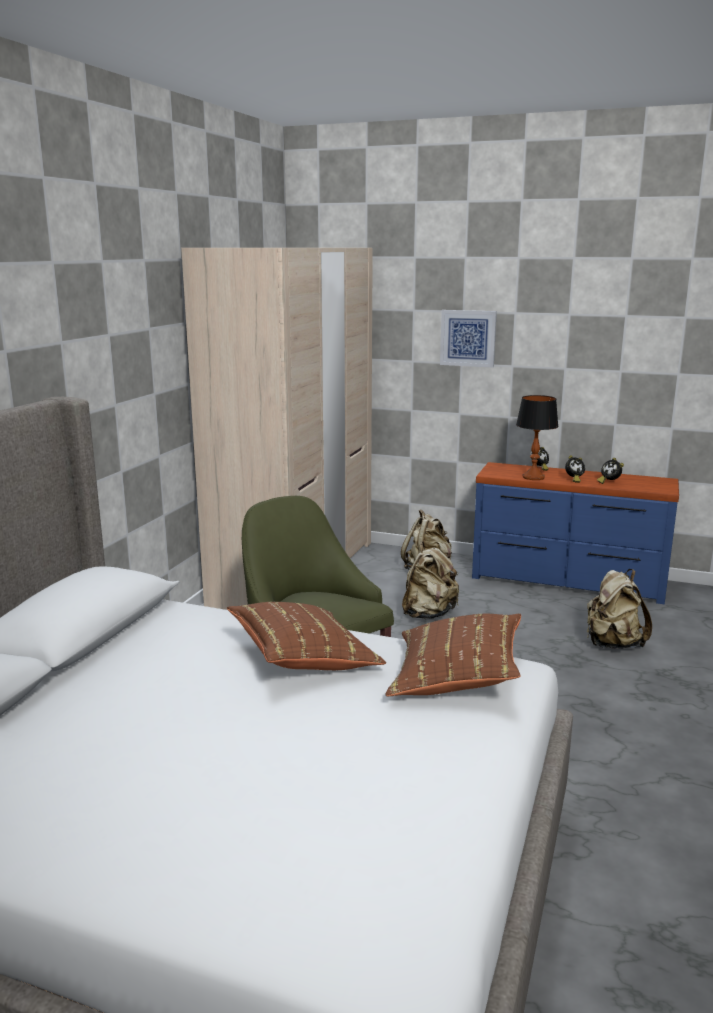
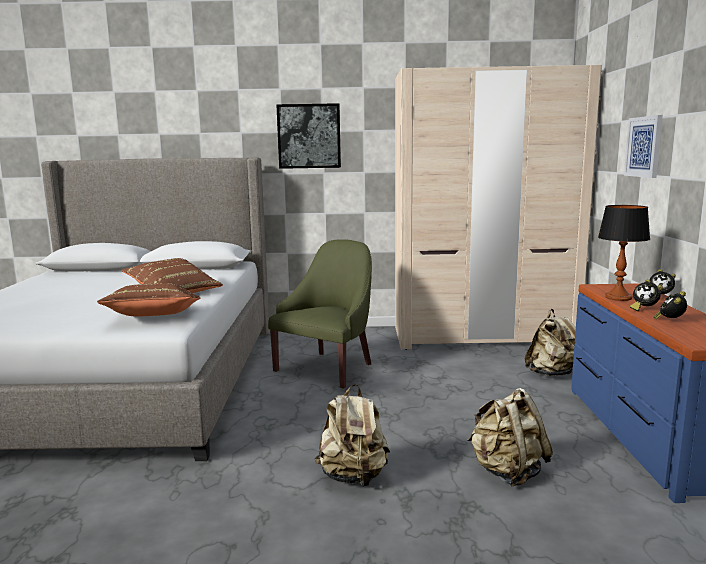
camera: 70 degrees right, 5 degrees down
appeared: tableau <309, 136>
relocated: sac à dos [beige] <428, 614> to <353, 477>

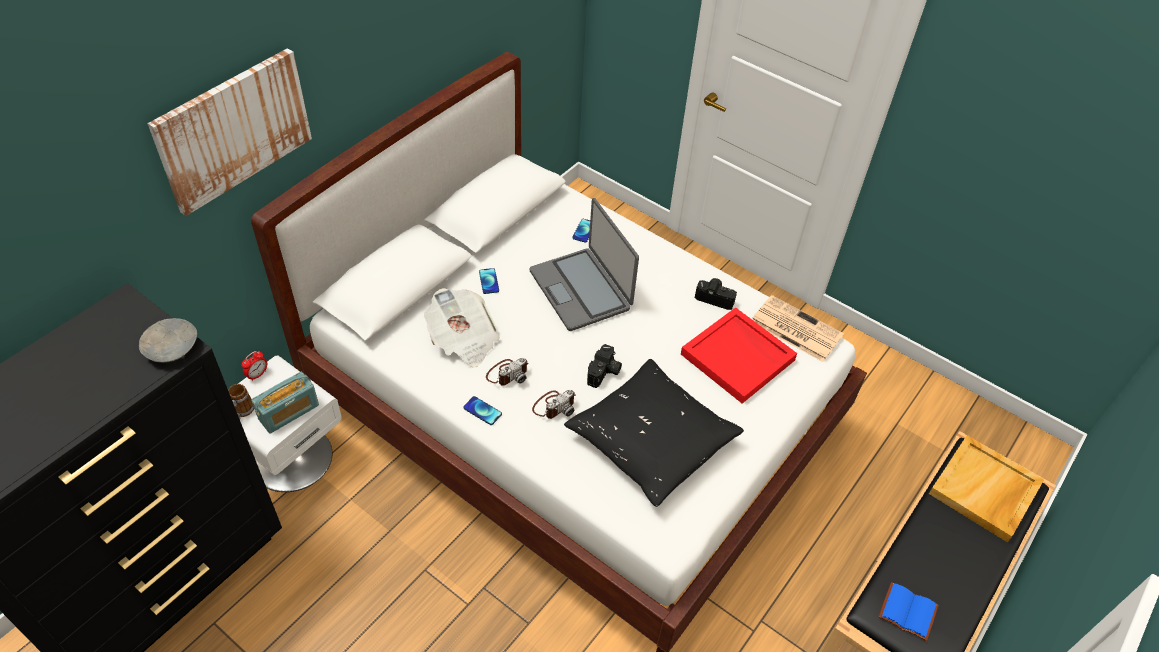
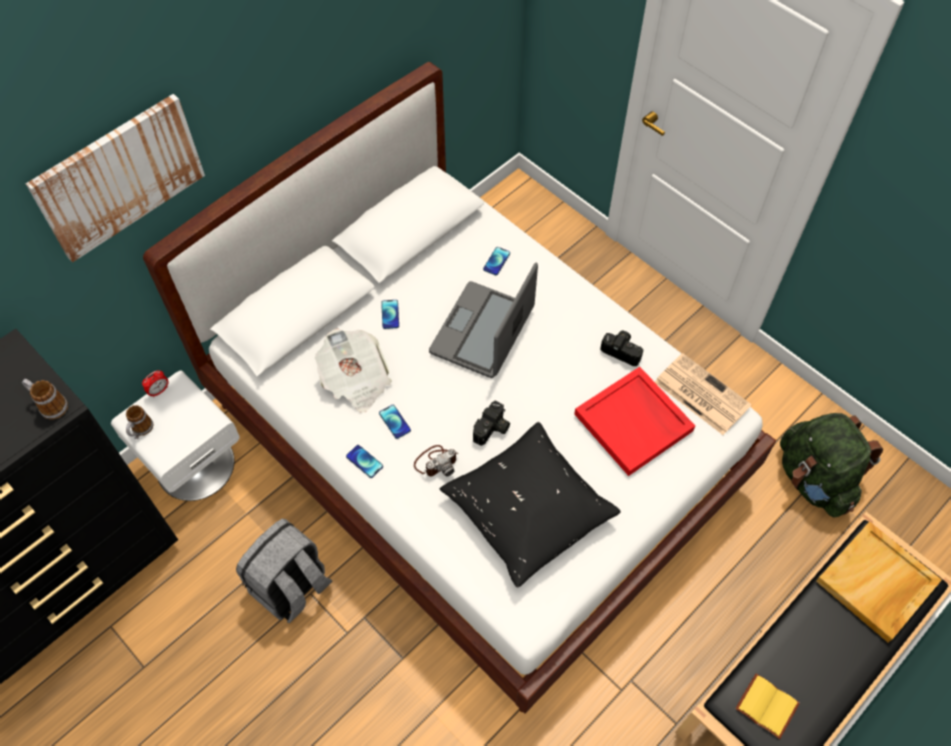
camera: 10 degrees right, 10 degrees up
missing: radio <289, 412>
appeared: sac à dos [gris] <291, 587>; sac à dos [vert] <814, 479>
exchanged: bol [gris] <171, 348> to mug <50, 405>; appareil photo <507, 373> to téléphone <394, 422>
colour: livre [bleu] <906, 613> to livre [jaune] <765, 707>
spun: ordinateur portable <581, 289> = <483, 331> 45 degrees clockwise

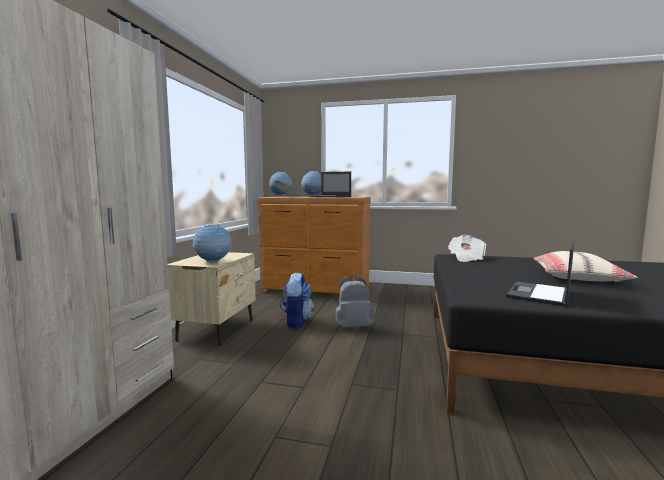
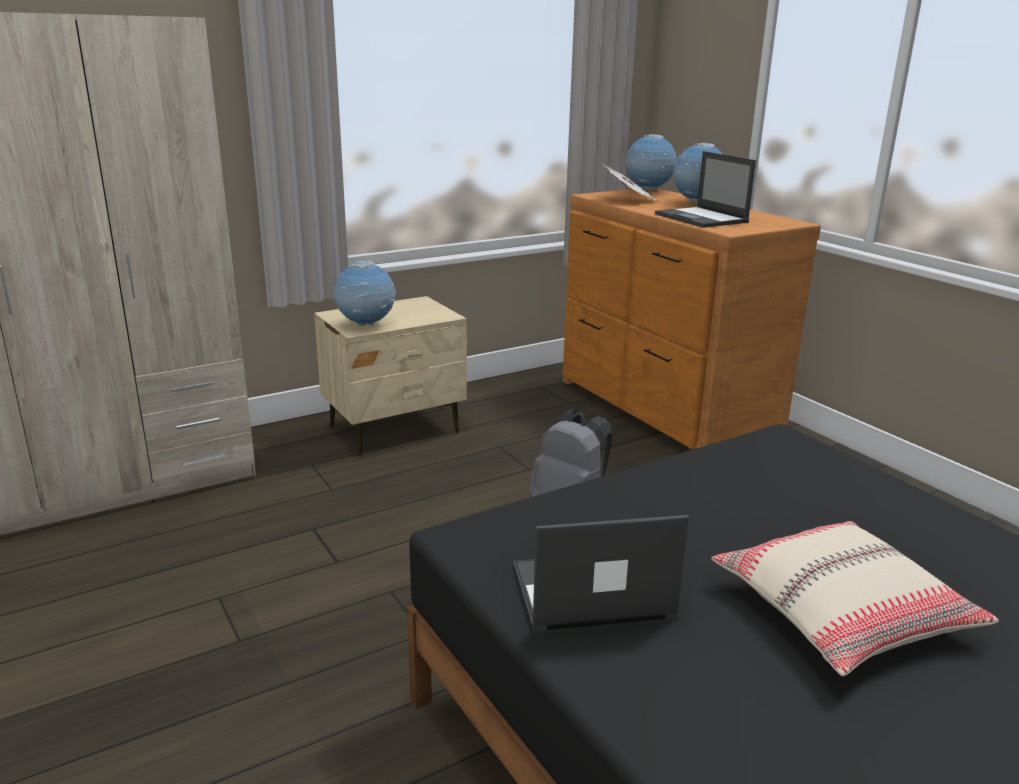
camera: 45 degrees right, 15 degrees up
missing: sac à dos <296, 322>; journal <466, 258>

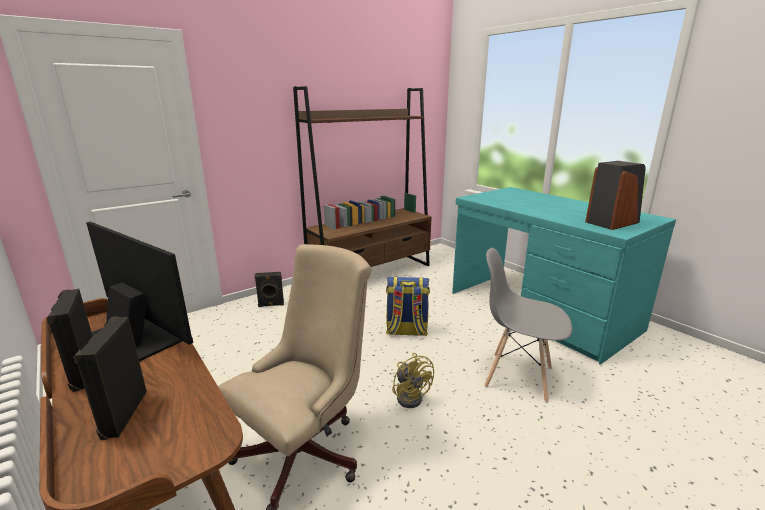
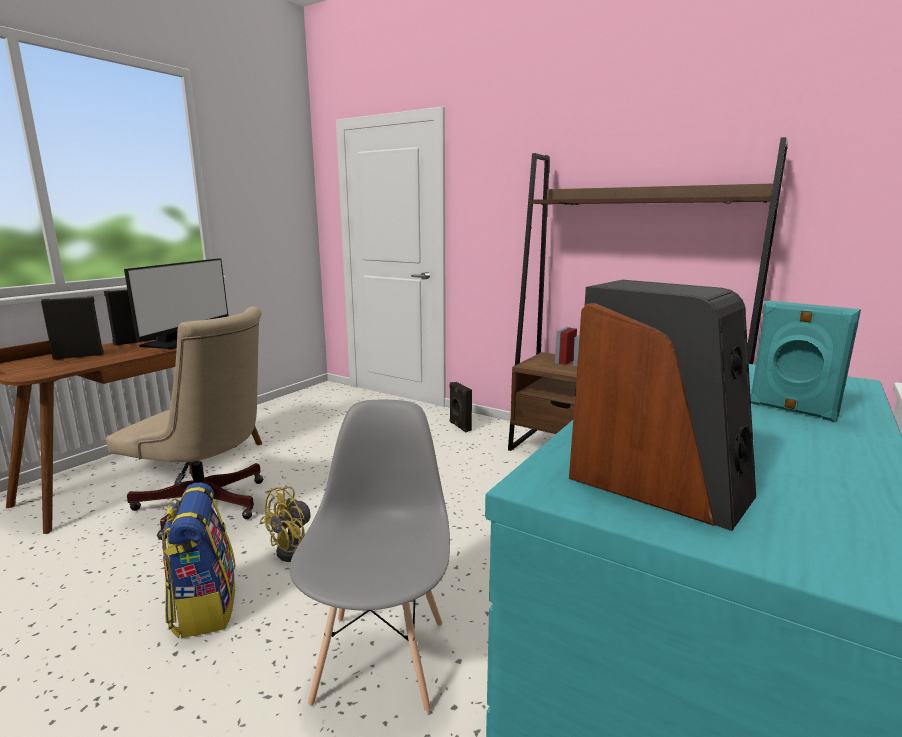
camera: 70 degrees right, 5 degrees down
appeared: enceinte [turquoise] <791, 410>
relocated: sac à dos <406, 331> to <204, 607>

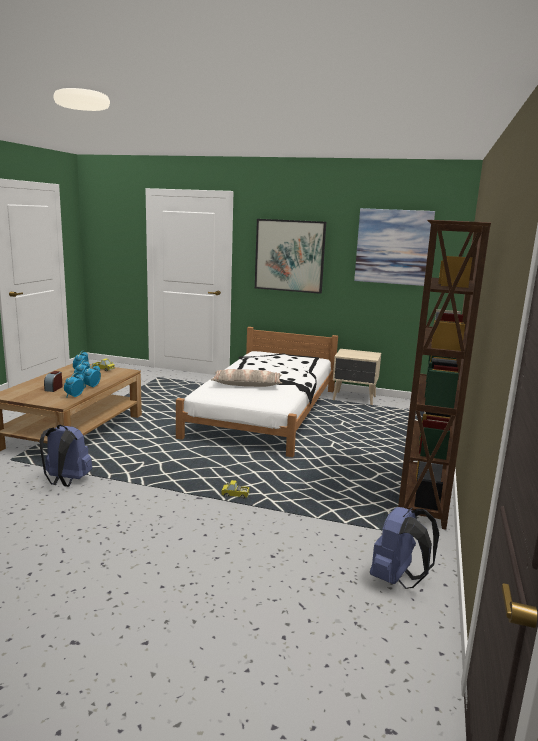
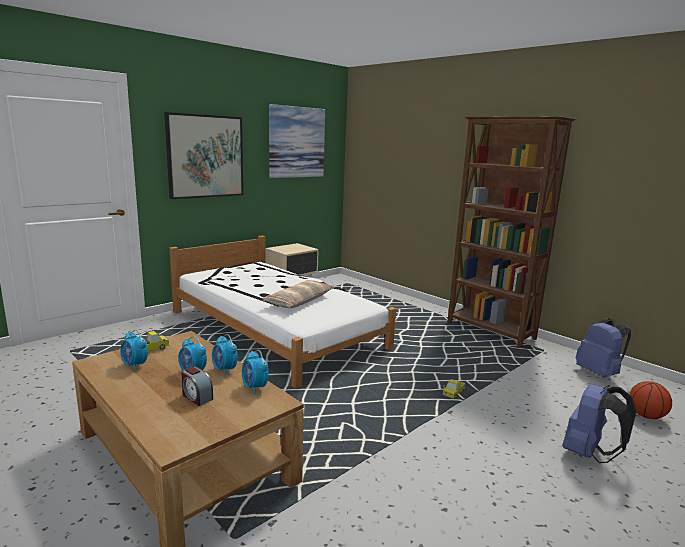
camera: 60 degrees left, 0 degrees up
appeared: ballon de basket <646, 416>
relocated: sac à dos [bleu] <66, 481> to <589, 454>

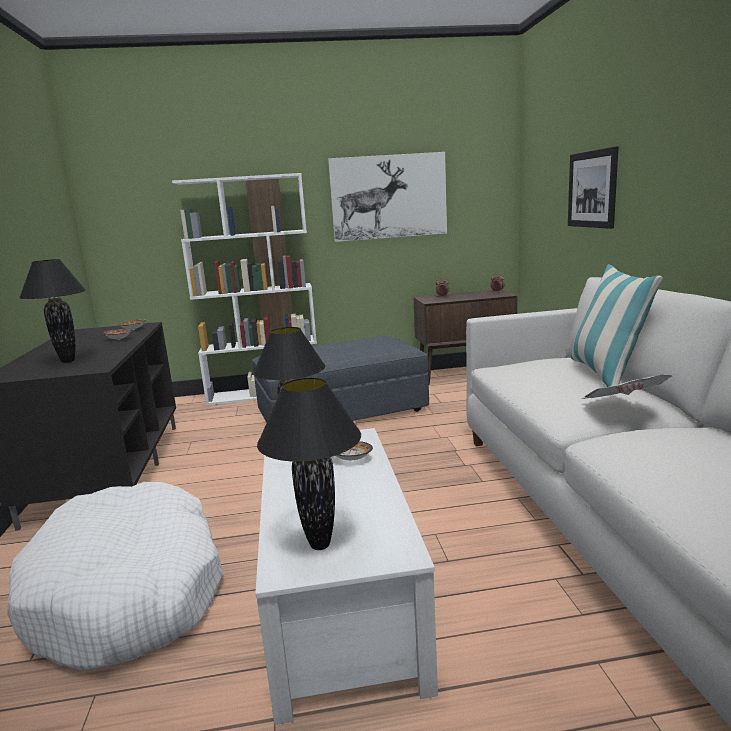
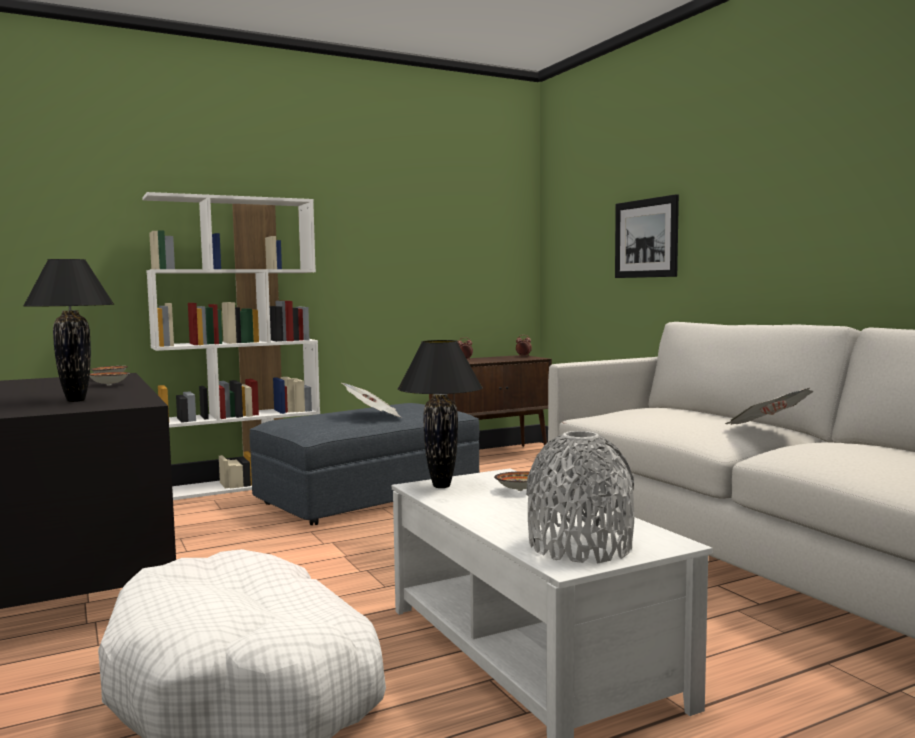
camera: 20 degrees left, 10 degrees down
missing: tableau <388, 197>; coussin <606, 373>
appeared: journal <373, 416>
exchanged: lampe de table [noir] <321, 545> to vase [gris] <580, 546>

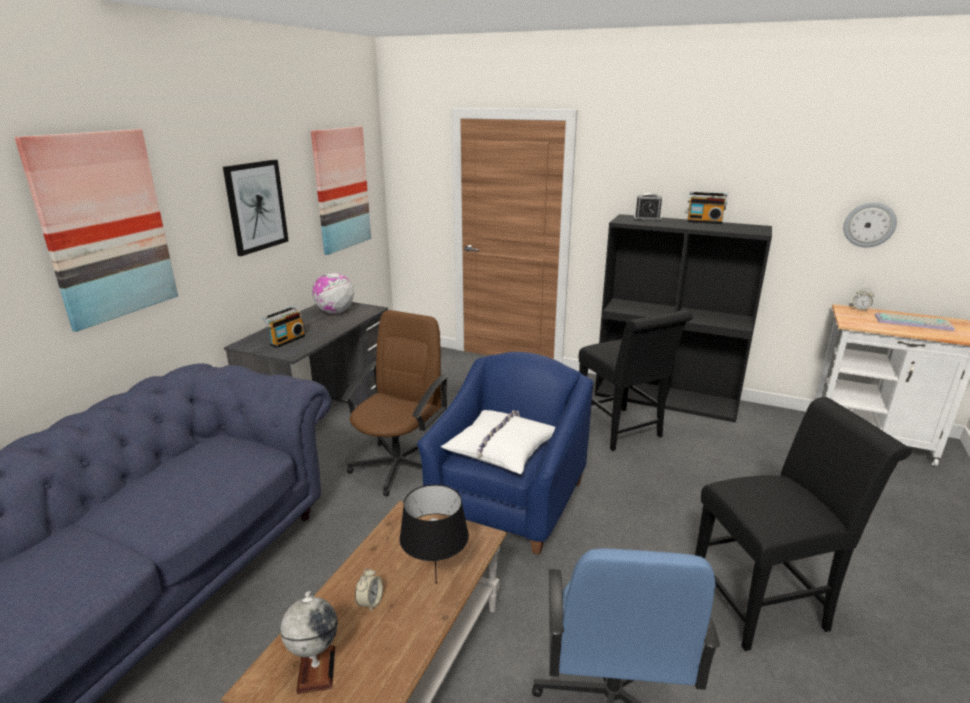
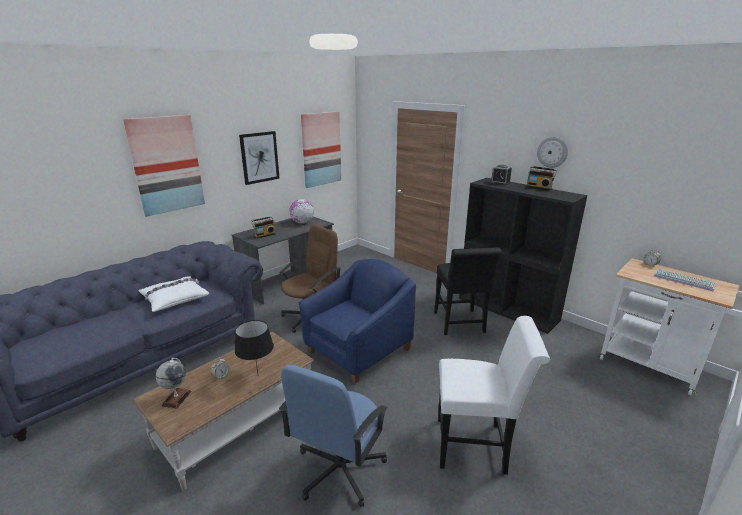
camera: 20 degrees right, 0 degrees up
relocated: coussin [blanc] <501, 448> to <175, 298>; horloge murale <869, 224> to <552, 152>
colour: chaise [noir] <766, 601> to chaise [blanc] <477, 446>

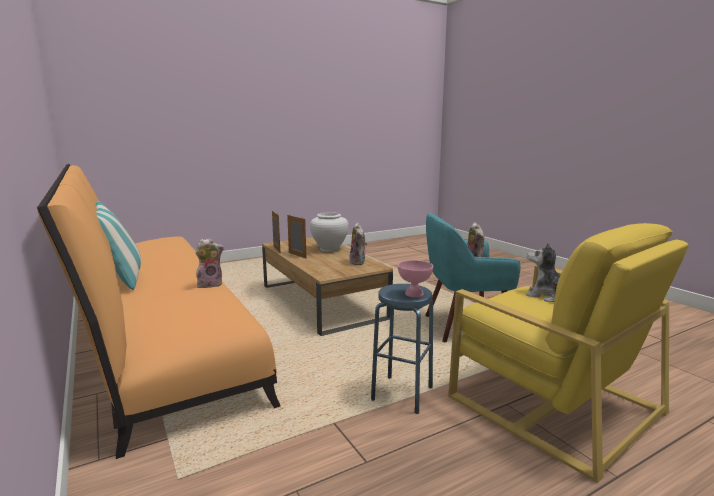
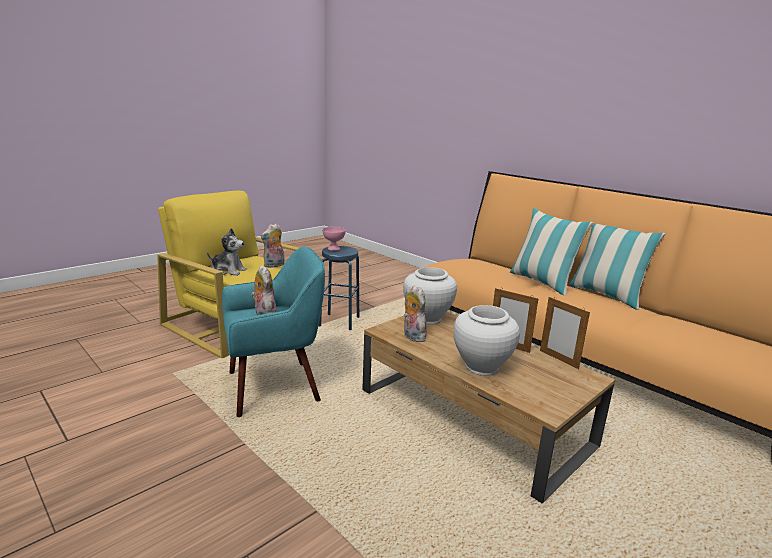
camera: 165 degrees right, 5 degrees up
appeared: vase [blanc] <427, 318>; coussin <542, 282>
relocated: peluche <210, 285> to <274, 265>

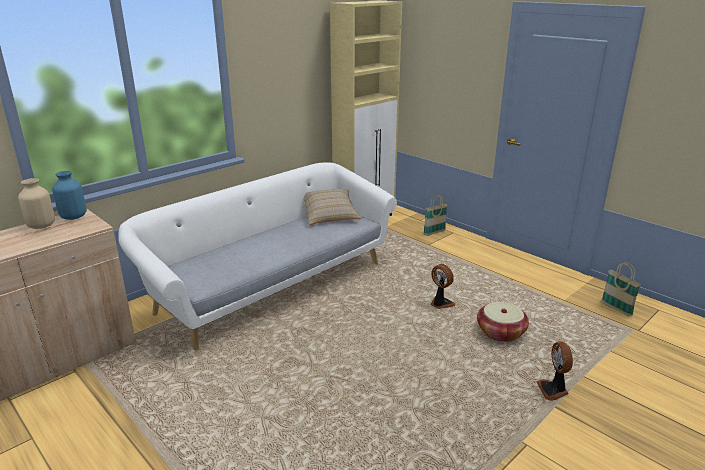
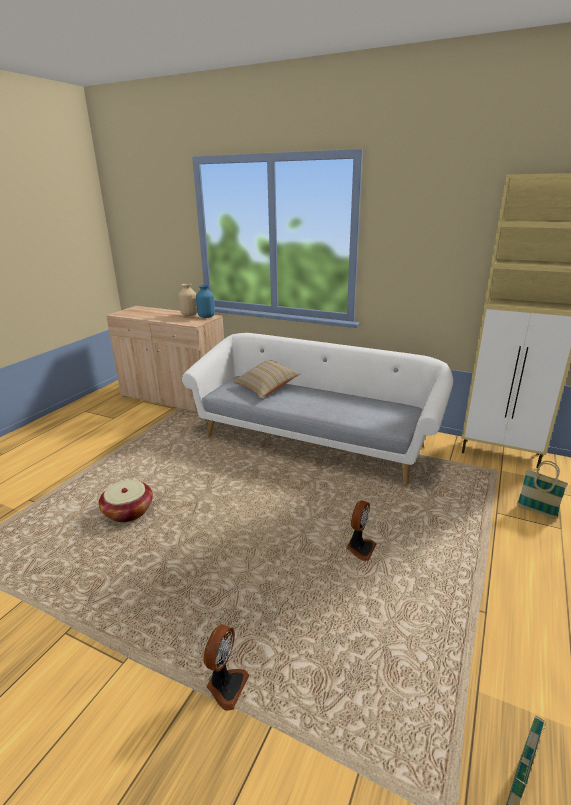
camera: 70 degrees right, 0 degrees up
relocated: panier <500, 332> to <128, 511>; coussin [beige] <329, 216> to <266, 387>
spun: ventilateur <553, 390> = <226, 685> 135 degrees clockwise

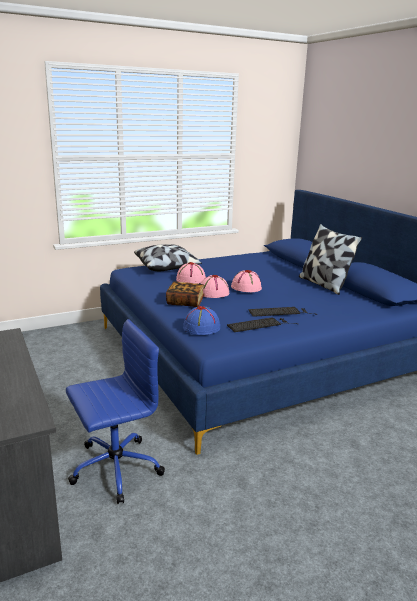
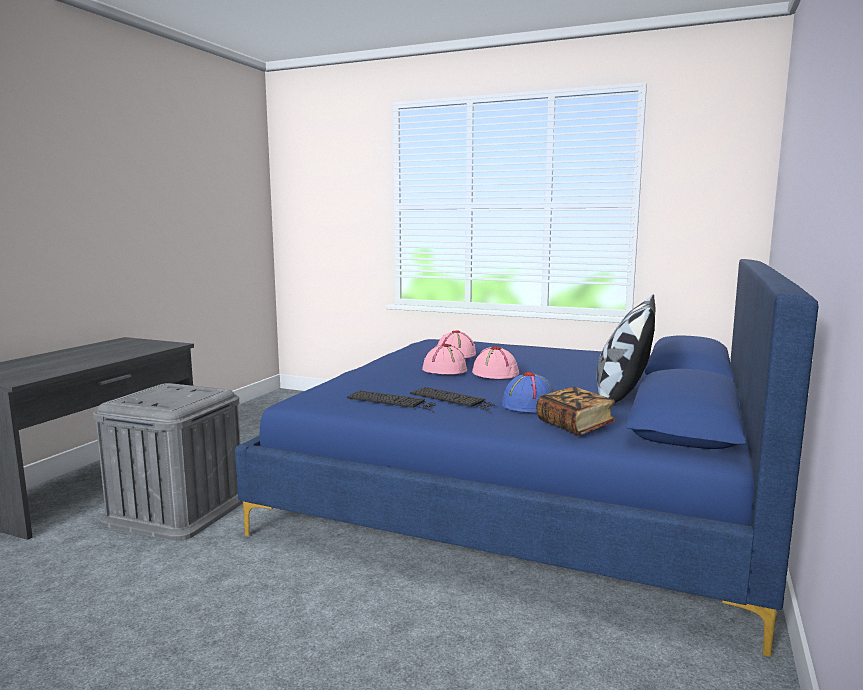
camera: 50 degrees right, 10 degrees down
missing: coussin <167, 267>
relocated: chapeau [bleu] <202, 327> to <530, 405>; livre <185, 302> to <575, 425>
exchanged: chaise de bureau [bleu] <114, 468> to boîte de rangement [gris] <177, 509>

